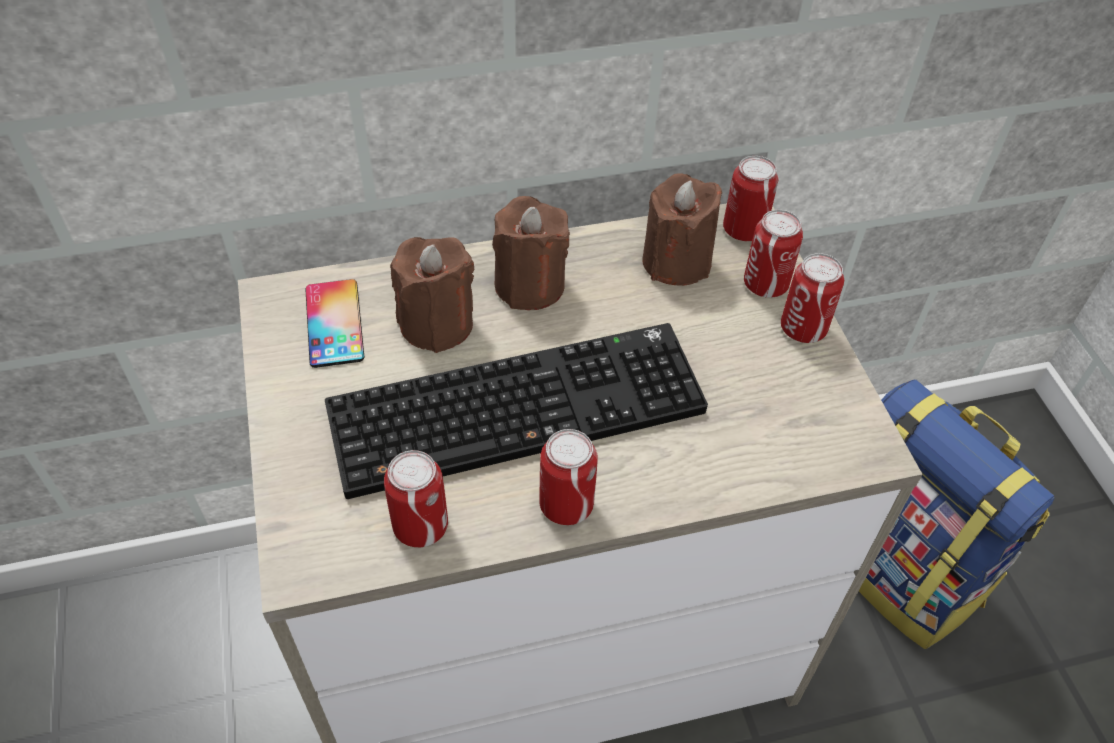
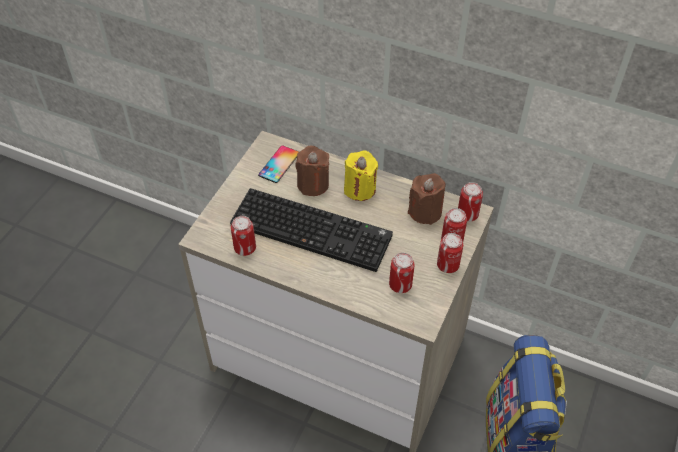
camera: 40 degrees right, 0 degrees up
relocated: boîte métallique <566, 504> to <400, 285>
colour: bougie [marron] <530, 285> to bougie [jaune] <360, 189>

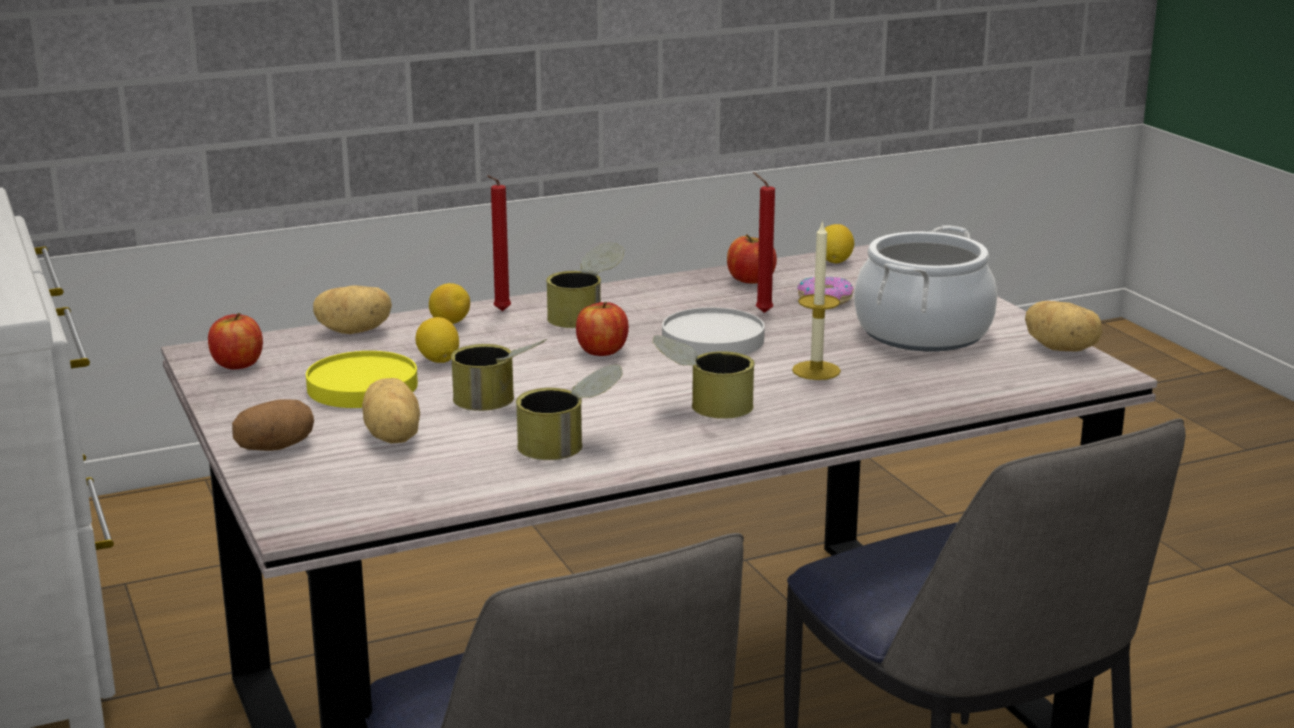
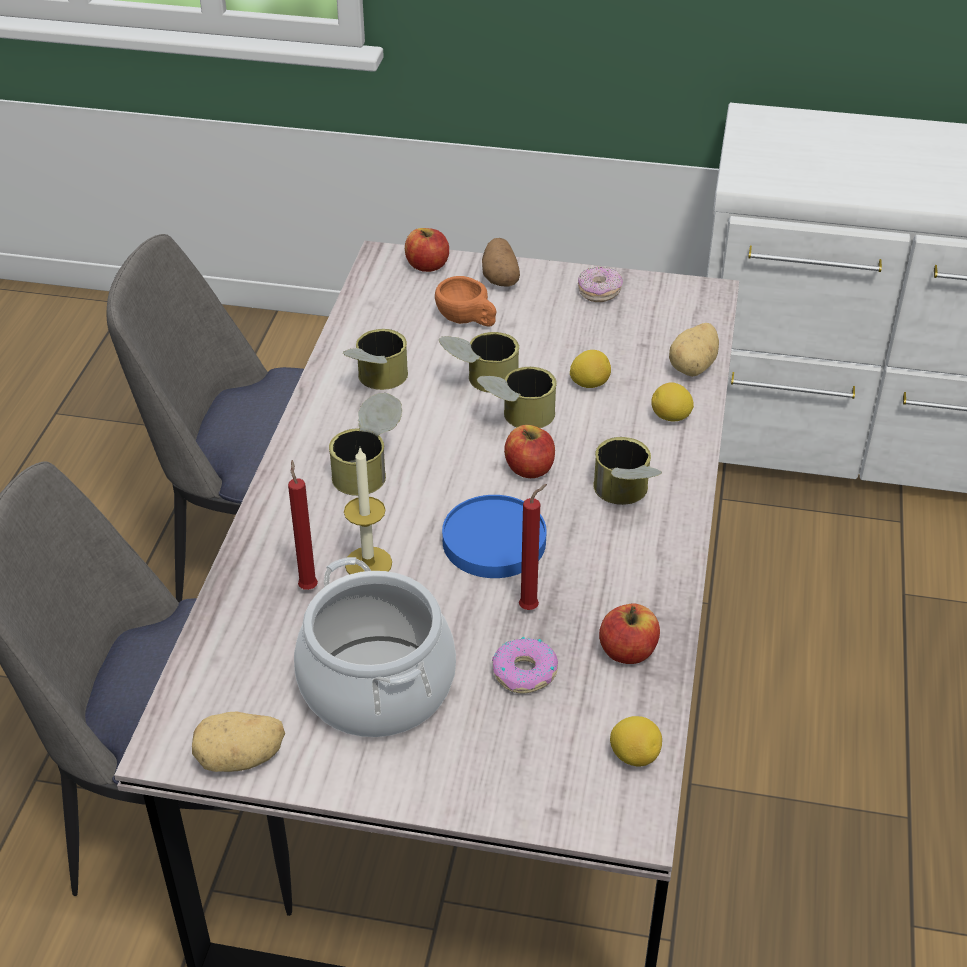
camera: 125 degrees right, 20 degrees up
missing: assiette [jaune] <363, 386>
appeared: boîte métallique <516, 419>; beignet <599, 293>
relocated: bougie [rouge] <500, 312> to <308, 586>; pomme <237, 364> to <427, 265>
exchanged: pomme de terre <391, 438> to tasse [orange] <467, 320>
colour: assiette [blanc] <713, 339> to assiette [bleu] <493, 541>

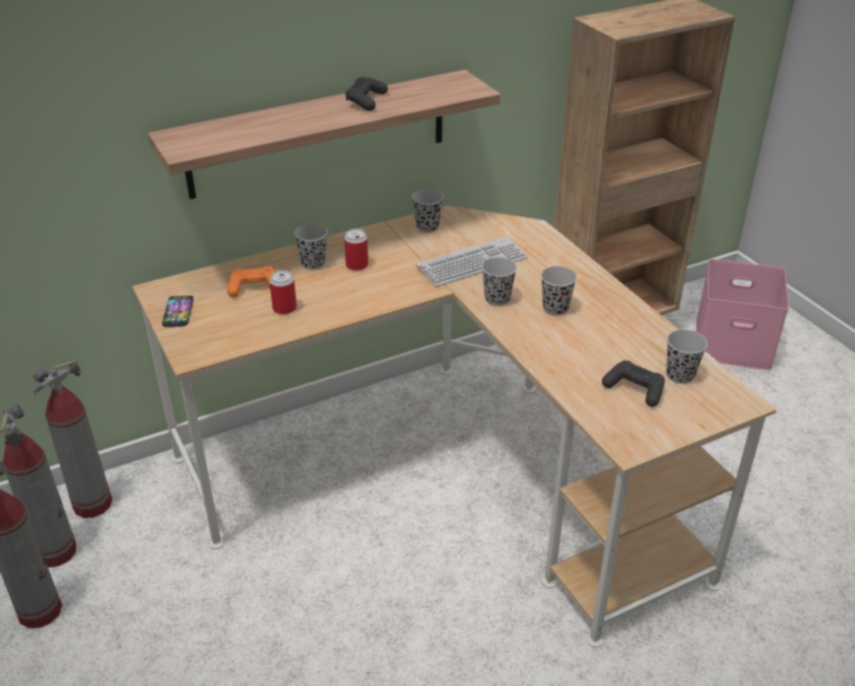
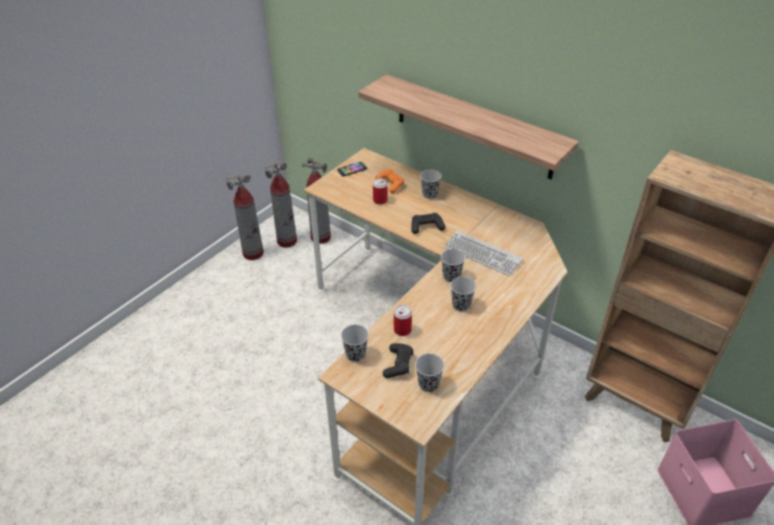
camera: 65 degrees right, 5 degrees up
relocated: tasse [noir] <427, 227> to <355, 354>; boîte métallique <357, 265> to <402, 330>; manette [noir] <366, 101> to <426, 227>

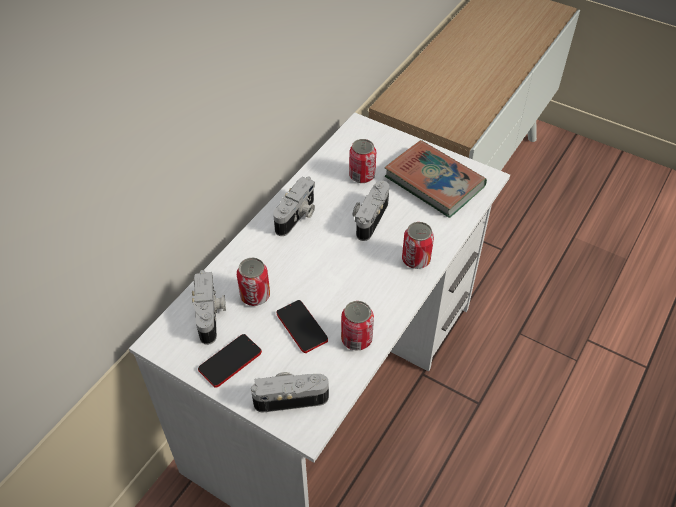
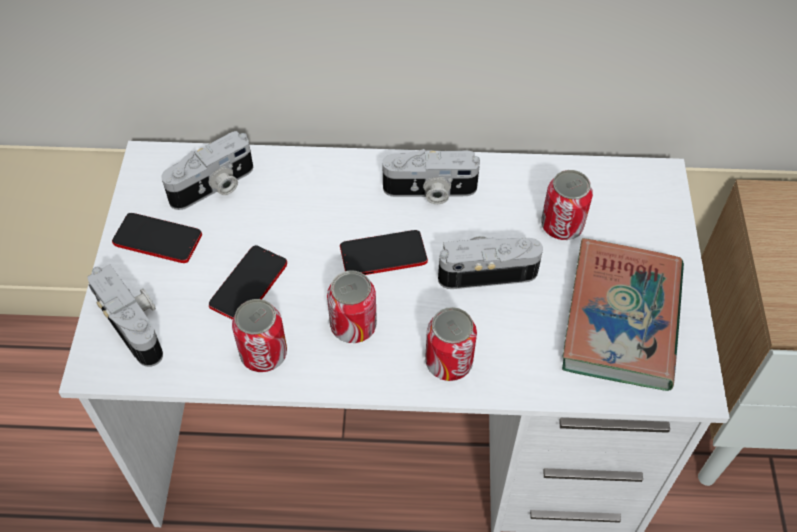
camera: 60 degrees right, 5 degrees up
appeared: téléphone <383, 254>
relocated: boîte métallique <255, 295> to <353, 325>

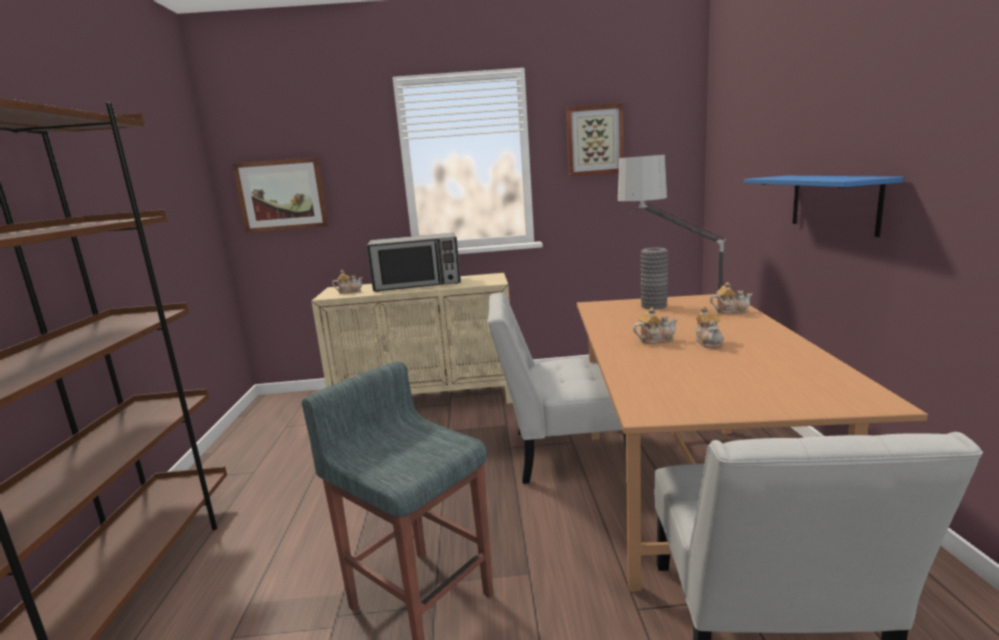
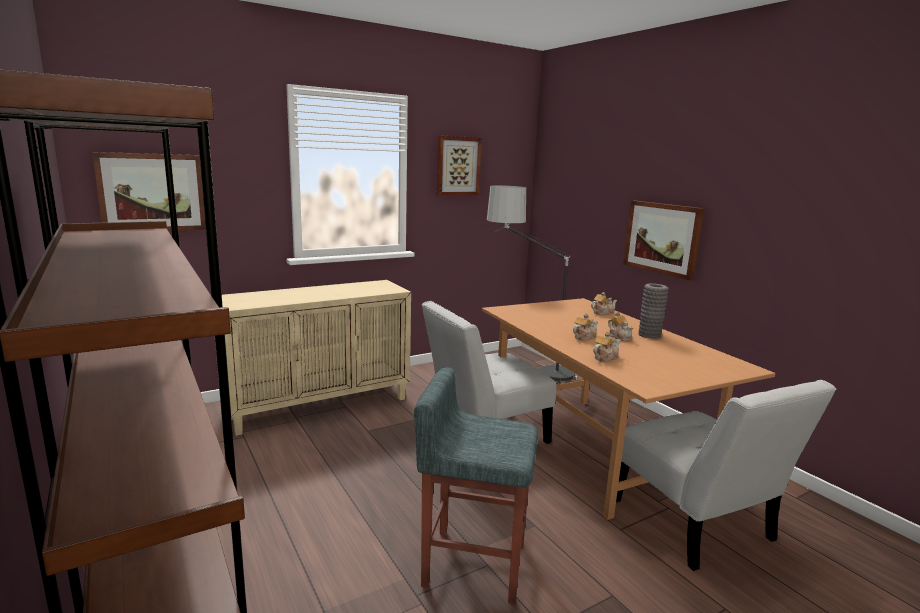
camera: 30 degrees left, 0 degrees up
missing: micro-ondes <417, 284>
relocated: théière <349, 292> to <605, 357>; vase [gris] <654, 306> to <649, 335>
exchanged: étagère [bleu] <834, 203> to tableau <662, 238>

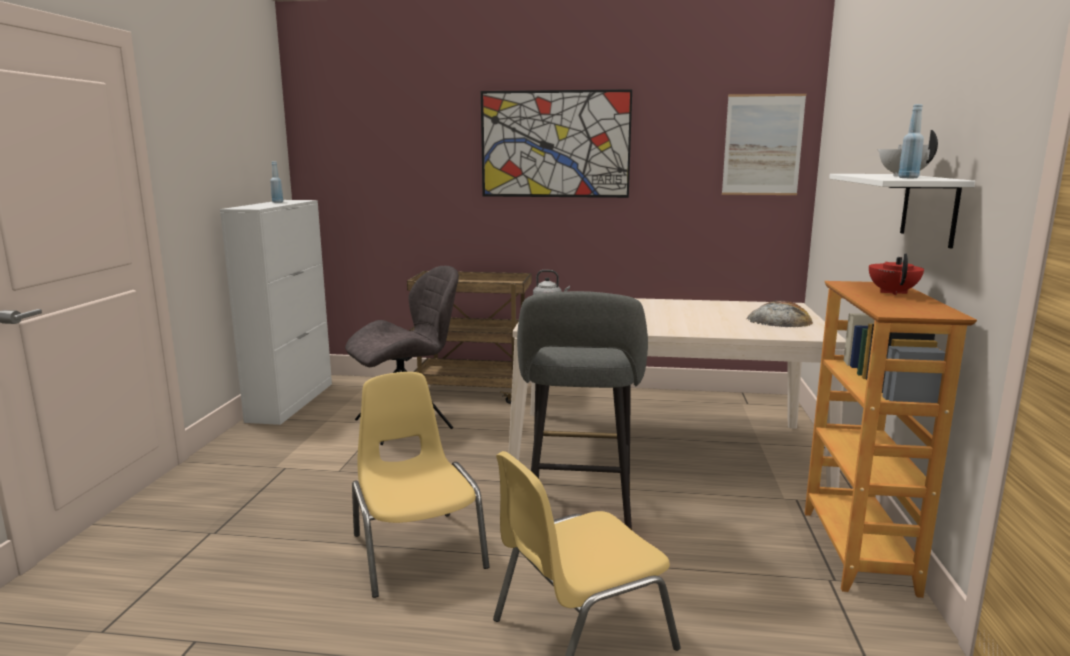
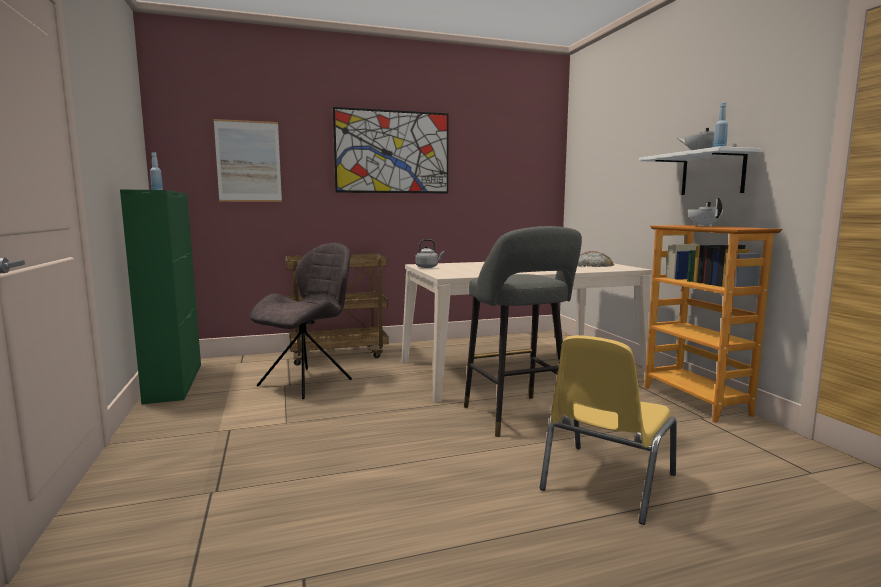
camera: 25 degrees left, 5 degrees down
missing: chaise [jaune] <417, 550>
relocated: tableau <762, 145> to <248, 161>
colour: meuble de rangement [blanc] <291, 401> to meuble de rangement [vert] <175, 382>; théière [rouge] <893, 292> to théière [blanc] <703, 226>

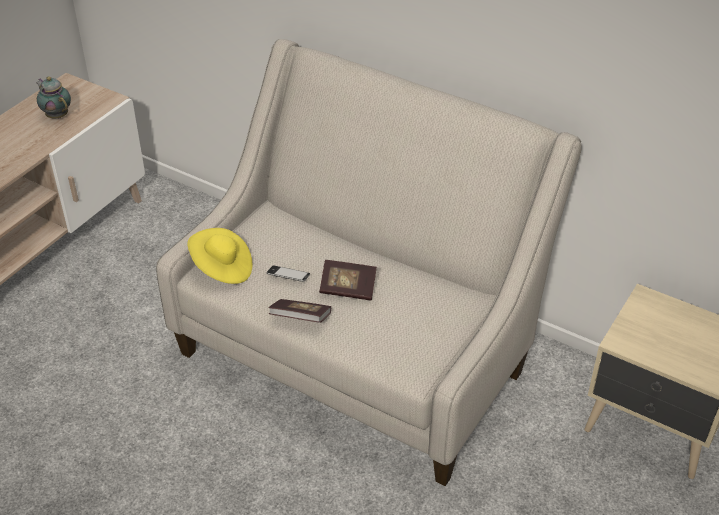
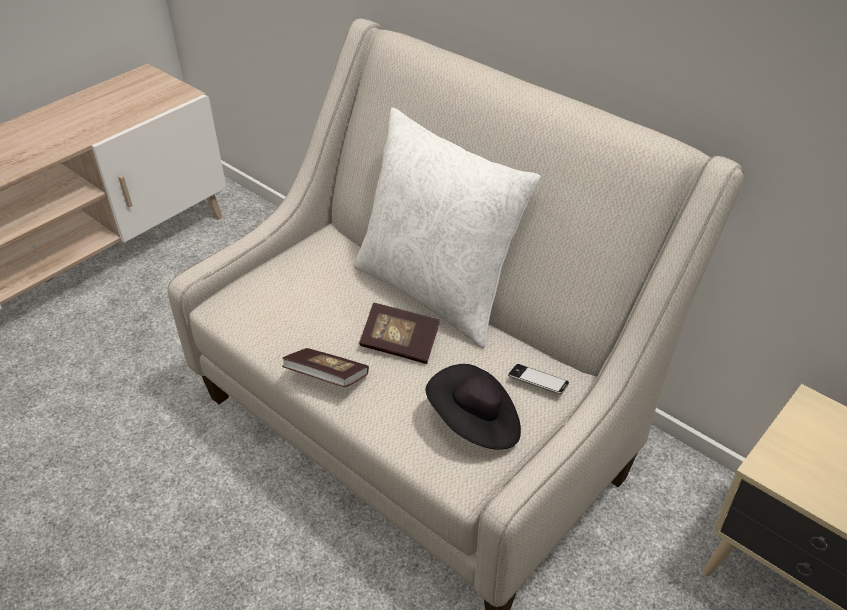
camera: 10 degrees right, 0 degrees up
missing: théière <57, 115>; chapeau [jaune] <222, 268>
appeared: coussin [blanc] <436, 291>; chapeau [noir] <475, 424>
relocated: téléphone <288, 276> to <538, 382>

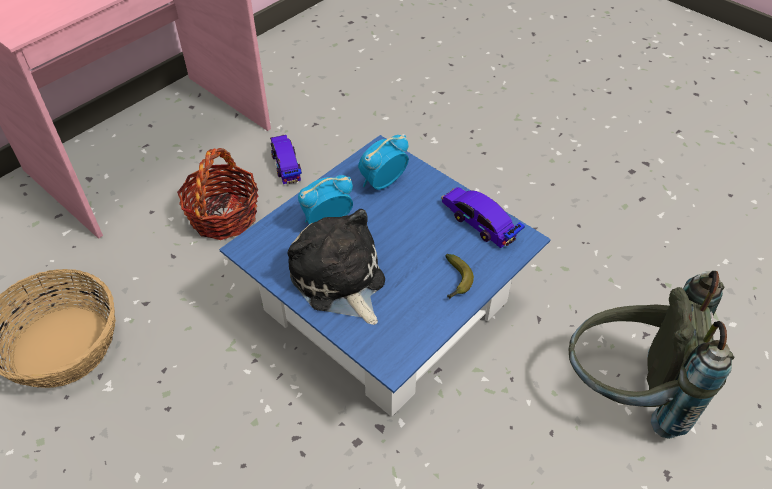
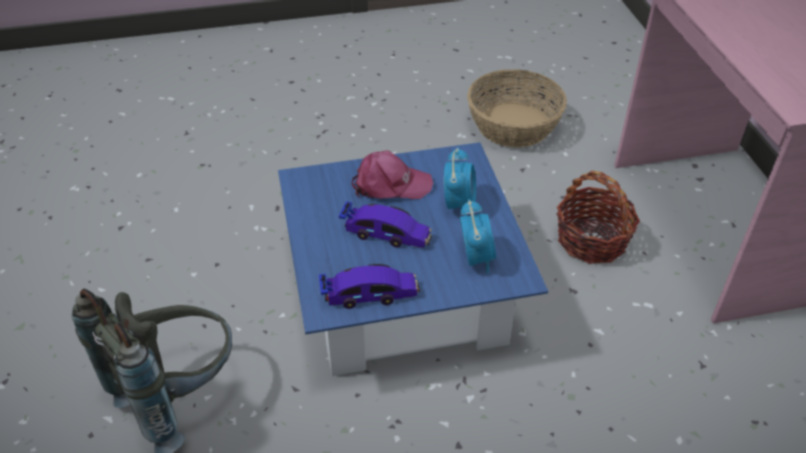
camera: 125 degrees right, 5 degrees down
missing: banane <456, 281>
relocated: petite voiture <286, 163> to <386, 234>
exchanged: peluche <339, 281> to casquette [rose] <390, 185>

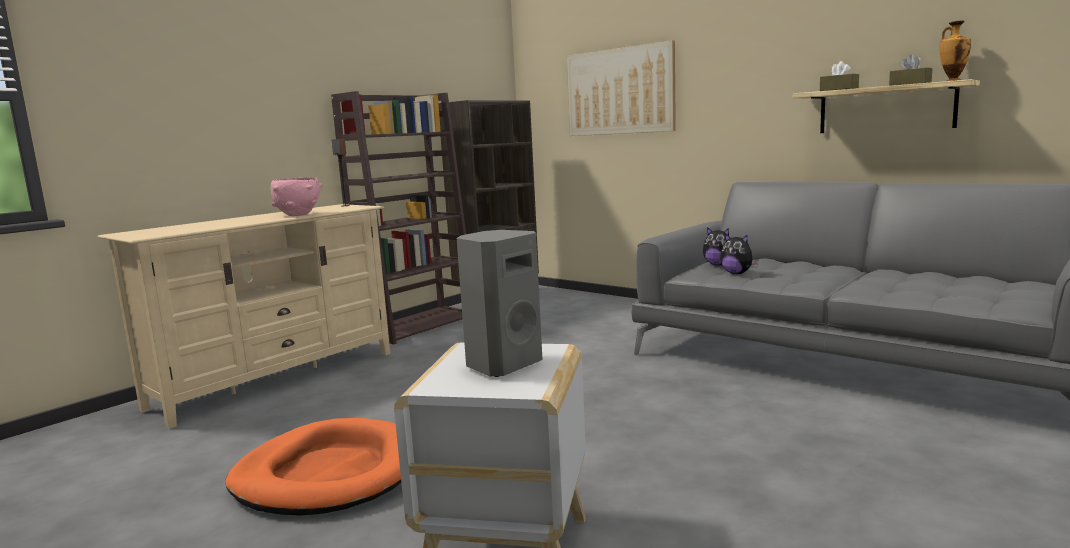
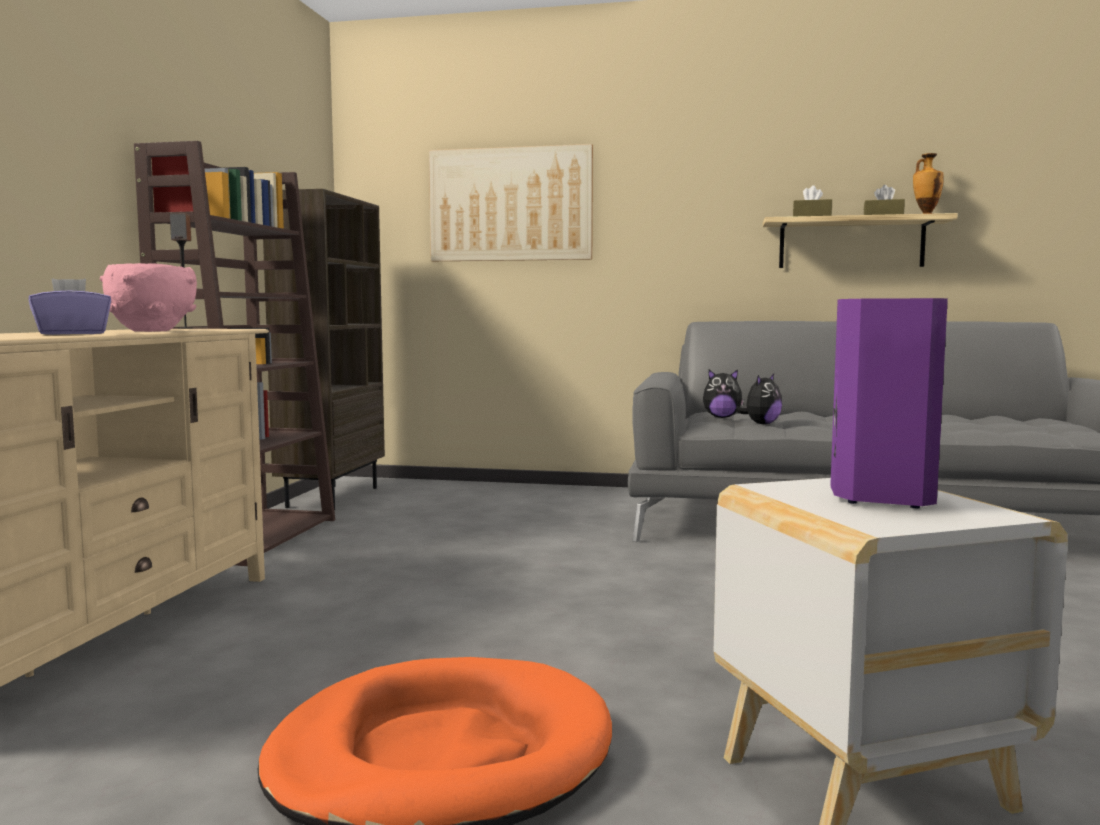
camera: 30 degrees left, 5 degrees down
appeared: boîte à mouchoirs [violet] <72, 334>
colour: enceinte [gris] <502, 365> to enceinte [violet] <879, 497>
spun: peluche <737, 273> = <761, 424> 60 degrees counterclockwise

